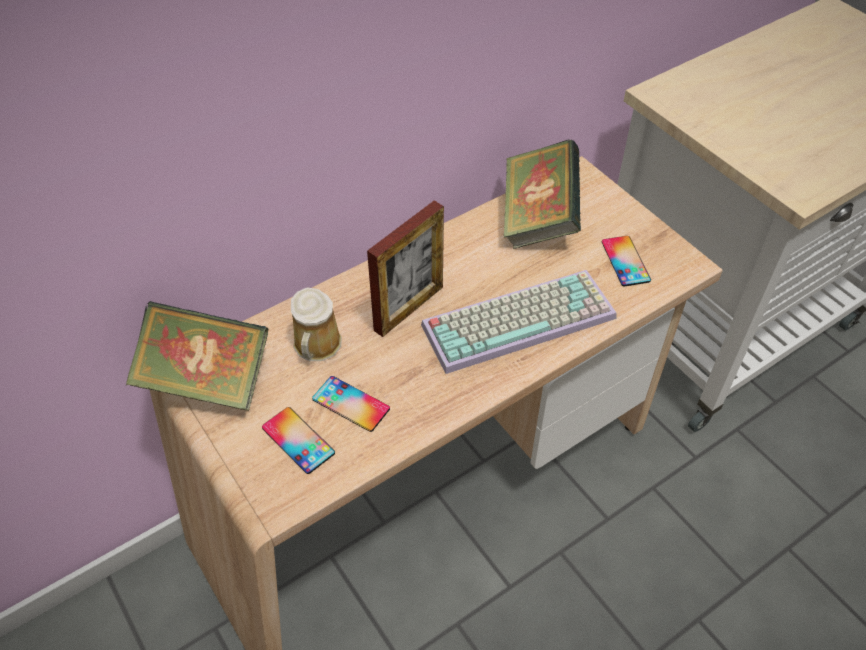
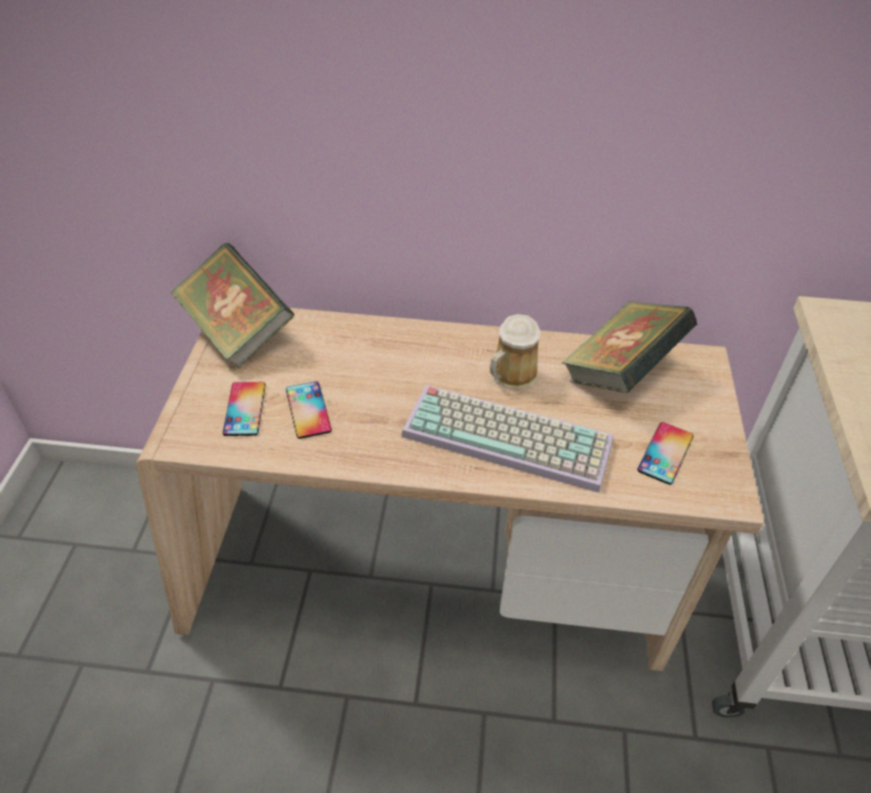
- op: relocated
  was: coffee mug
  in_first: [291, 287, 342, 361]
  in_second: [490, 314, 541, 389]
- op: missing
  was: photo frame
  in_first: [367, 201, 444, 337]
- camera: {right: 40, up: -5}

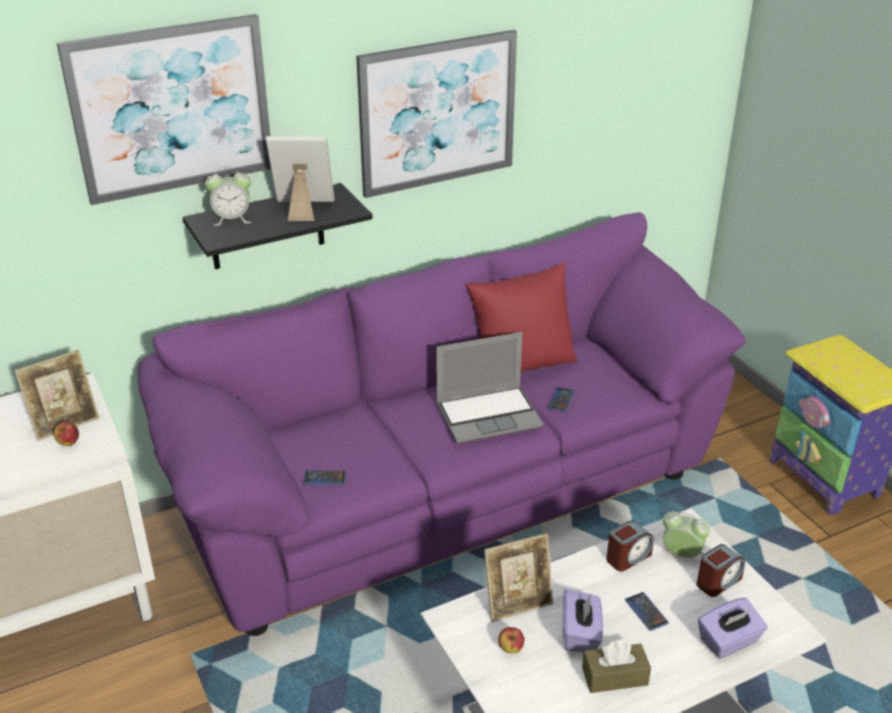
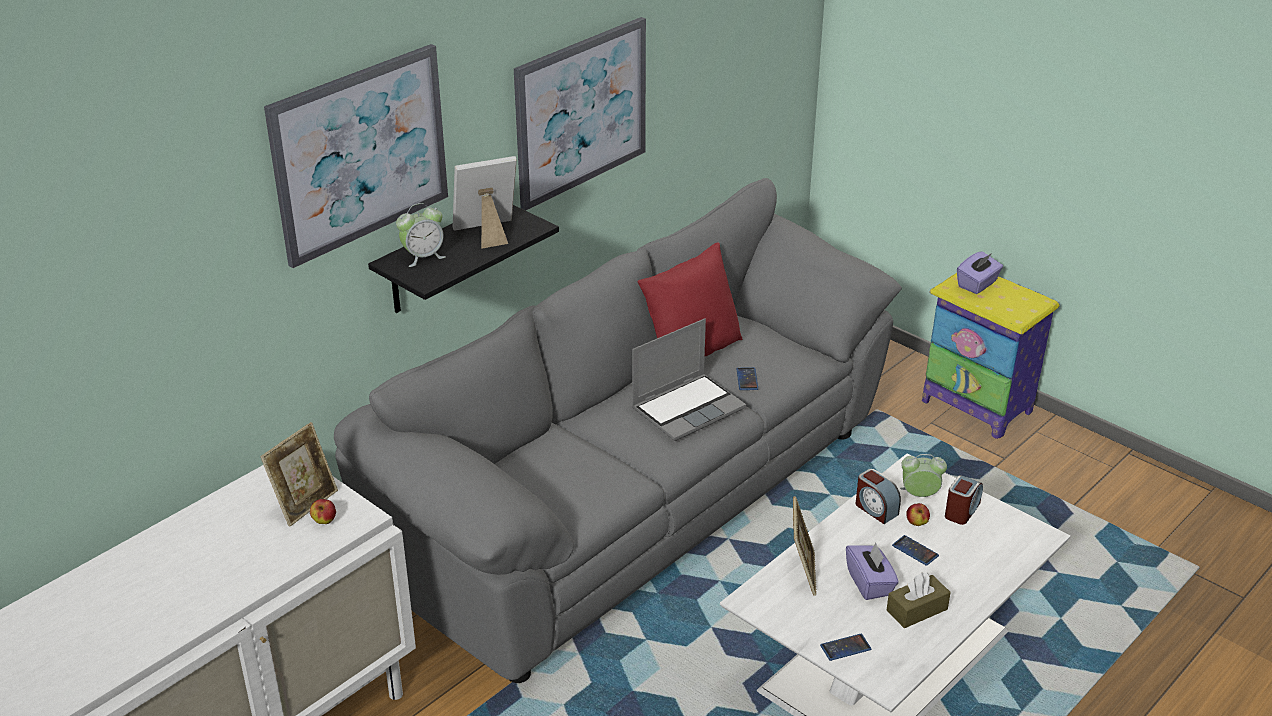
- op: colour
  was: purple-coloured settee
  now: greyish settee
  in_first: [137, 212, 746, 636]
  in_second: [334, 178, 902, 683]
- op: relocated
  was: handset
  in_first: [303, 470, 346, 485]
  in_second: [820, 634, 872, 661]
- op: spun
  was: photo frame
  in_first: [484, 533, 553, 622]
  in_second: [793, 496, 817, 596]
  clockwise: -45
- op: relocated
  was: whole apple
  in_first: [498, 627, 524, 653]
  in_second: [906, 503, 930, 526]
- op: spun
  was: bedside clock
  in_first: [606, 521, 654, 572]
  in_second: [855, 469, 901, 524]
  clockwise: 105
- op: relocated
  was: purple-coloured box of tissues
  in_first: [698, 598, 767, 659]
  in_second: [957, 251, 1003, 294]
- camera: {right: -20, up: 0}

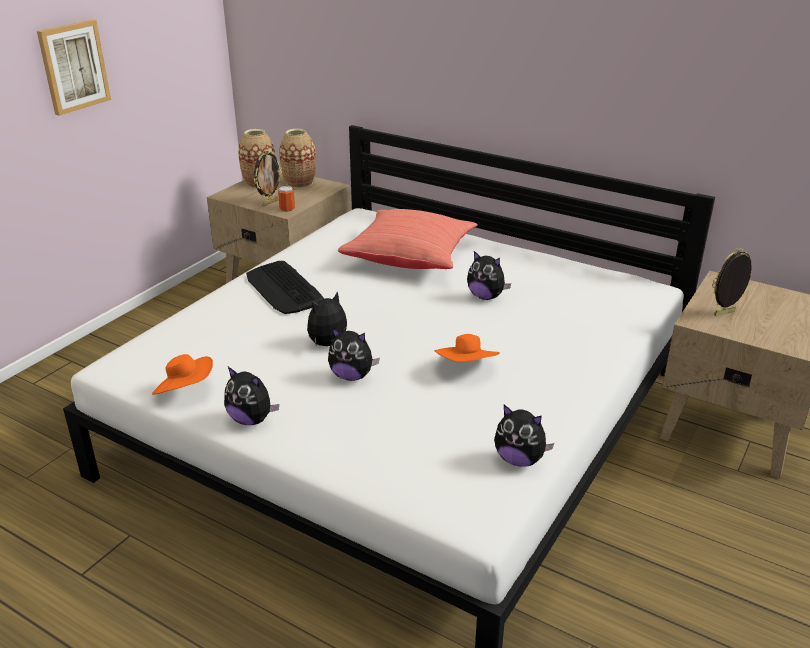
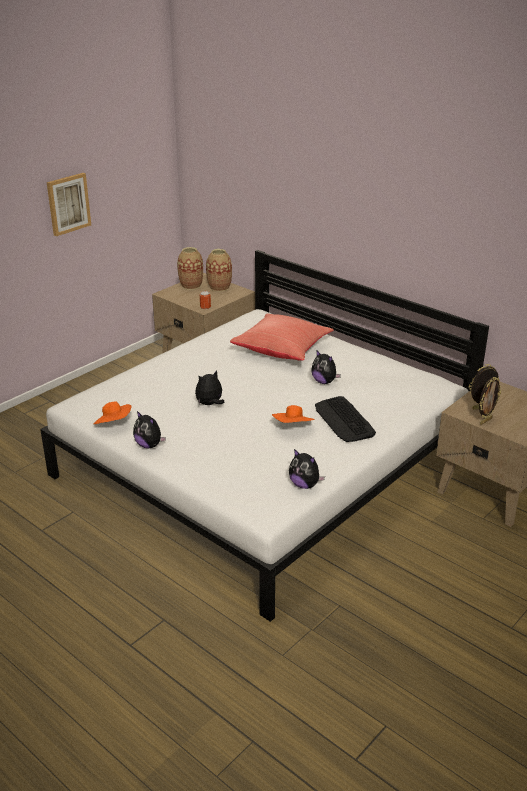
- op: relocated
  was: keyboard
  in_first: [246, 261, 324, 314]
  in_second: [315, 396, 376, 442]
- op: relocated
  was: photo frame
  in_first: [254, 149, 282, 206]
  in_second: [479, 377, 501, 425]
- op: missing
  was: soft toy
  in_first: [328, 327, 380, 381]
- camera: {right: 10, up: 0}

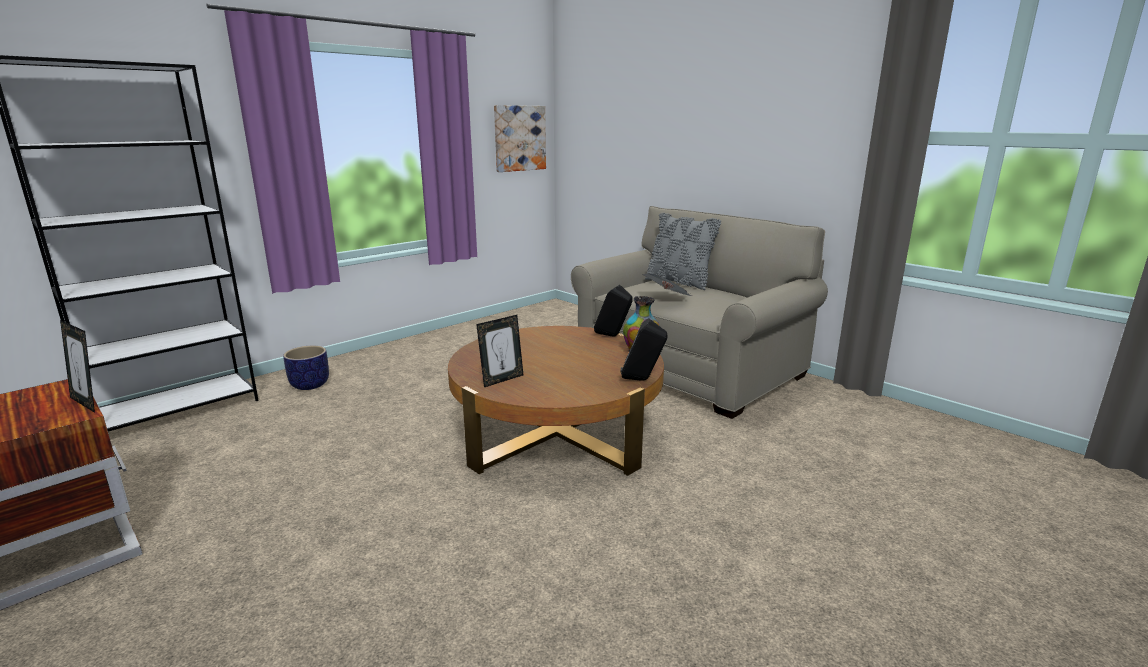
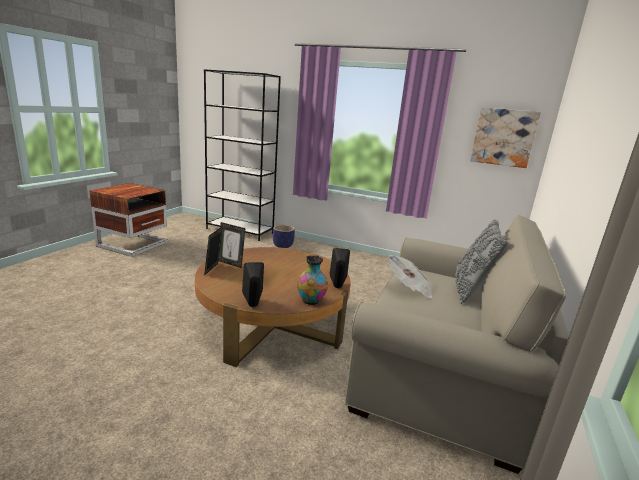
- op: relocated
  was: photo frame
  in_first: [60, 320, 95, 413]
  in_second: [204, 226, 223, 276]
- camera: {right: 65, up: 0}

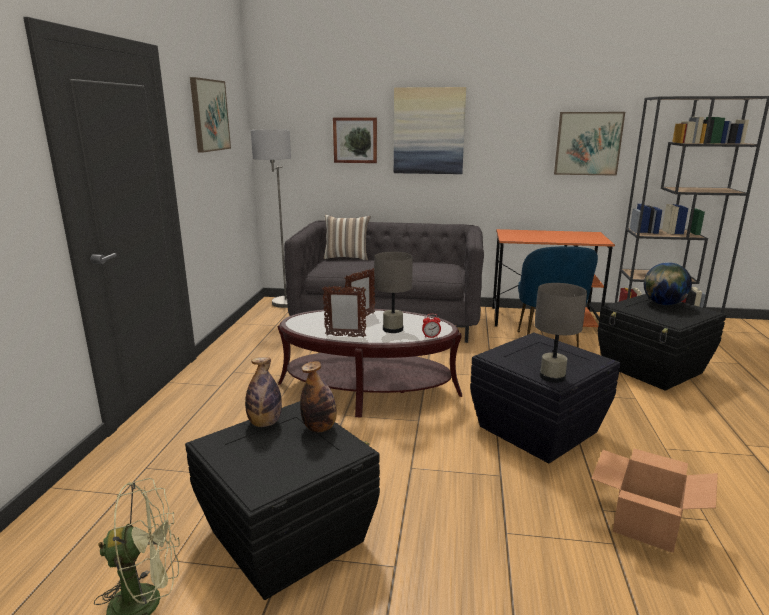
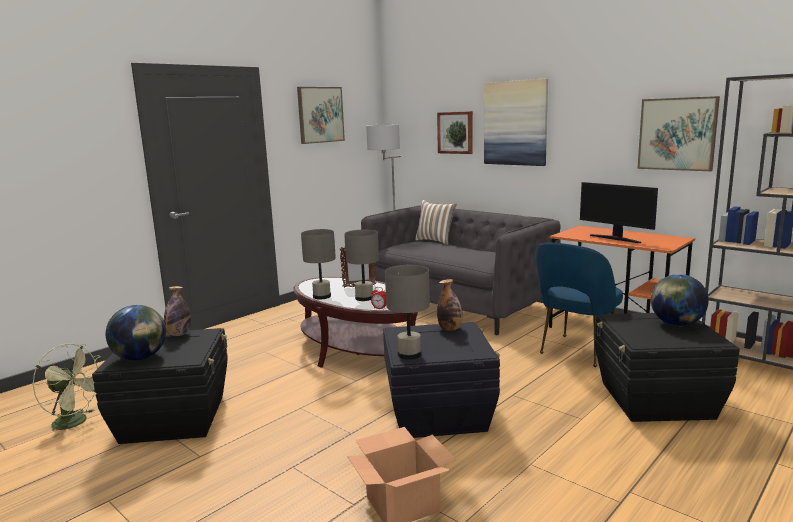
- op: relocated
  was: bottle
  in_first: [300, 361, 337, 432]
  in_second: [437, 279, 463, 330]
- op: exchanged
  was: photo frame
  now: greyish table lamp
  in_first: [322, 286, 366, 338]
  in_second: [301, 229, 336, 299]
- op: appeared
  now: world globe
  in_second: [106, 305, 166, 360]
- op: appeared
  now: monitor
  in_second: [580, 182, 658, 243]
- camera: {right: 35, up: -5}

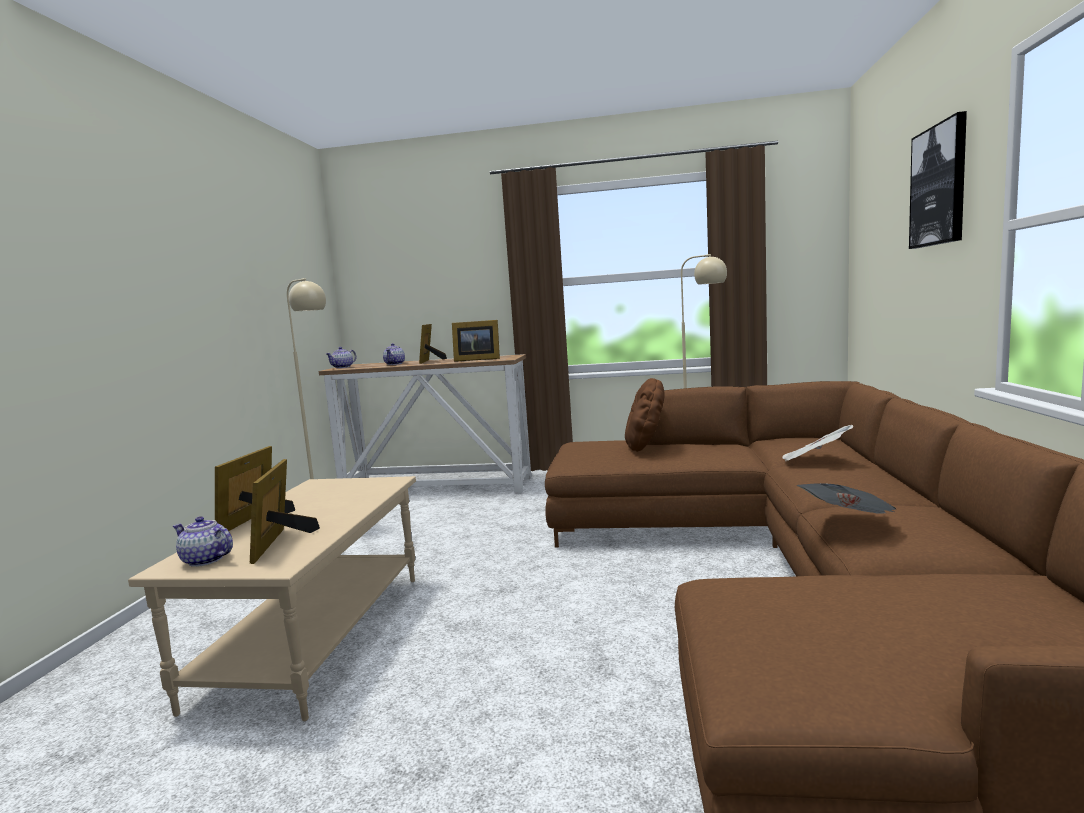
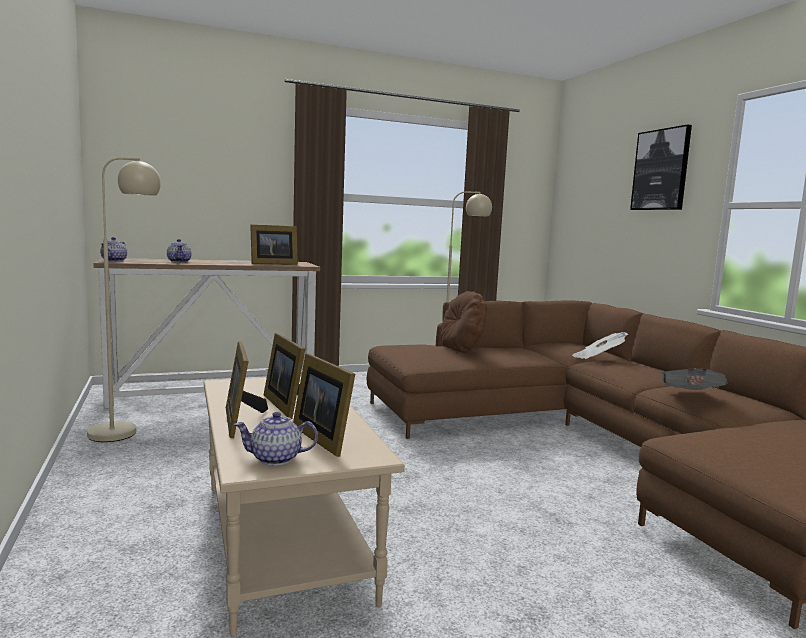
- op: relocated
  was: photo frame
  in_first: [419, 324, 447, 364]
  in_second: [264, 333, 305, 419]
- camera: {right: -30, up: 0}

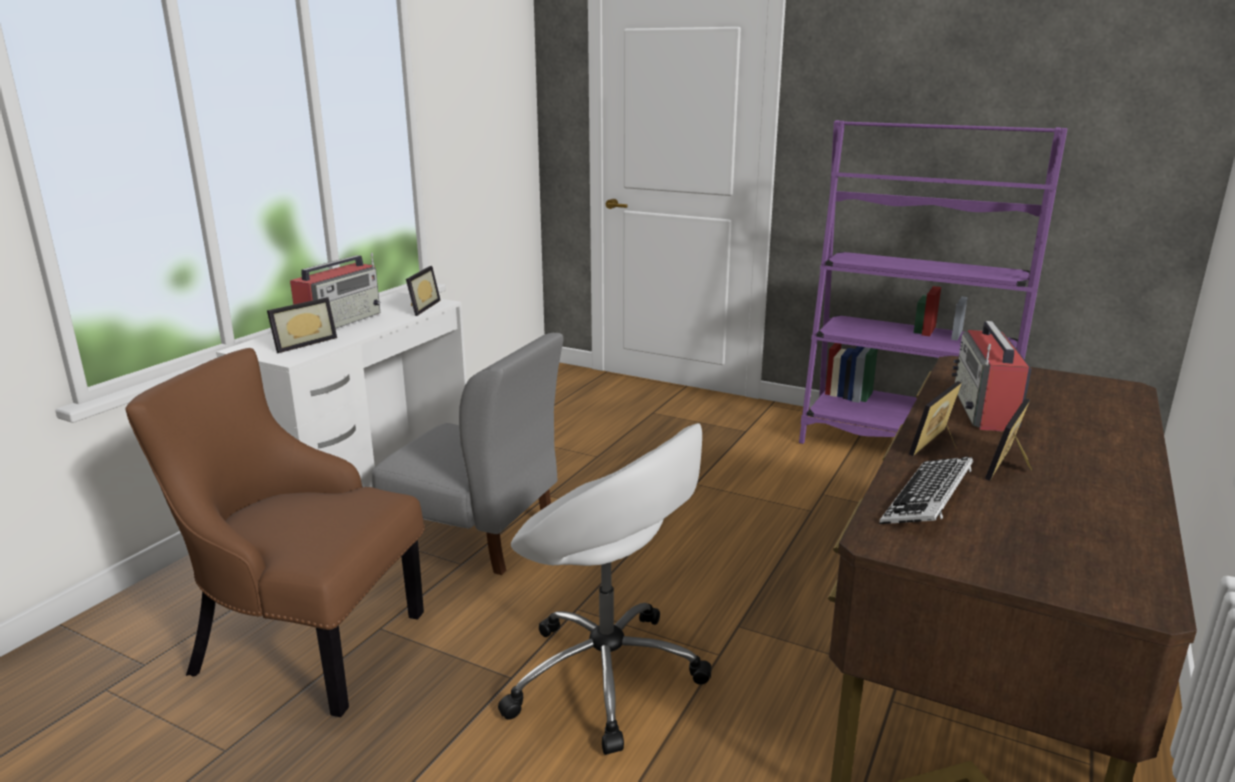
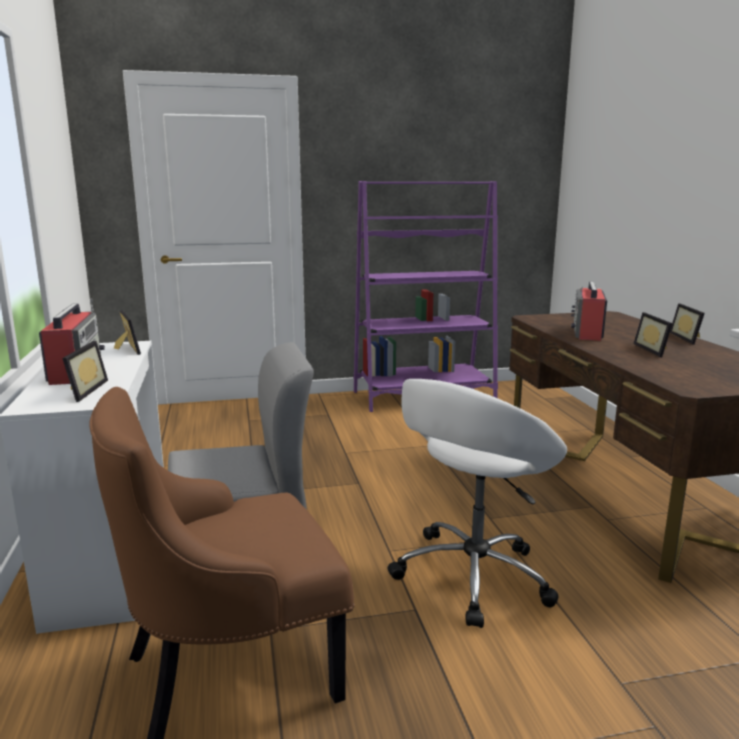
- op: spun
  was: white-coloured computer chair
  in_first: [498, 423, 712, 755]
  in_second: [388, 379, 567, 628]
  clockwise: 135
- op: missing
  was: keyboard
  in_first: [879, 457, 973, 524]
- op: relocated
  was: photo frame
  in_first: [909, 381, 962, 456]
  in_second: [670, 303, 705, 345]
- op: spun
  was: radio set
  in_first: [952, 321, 1031, 432]
  in_second: [571, 281, 607, 341]
  clockwise: 45
- camera: {right: -40, up: -5}

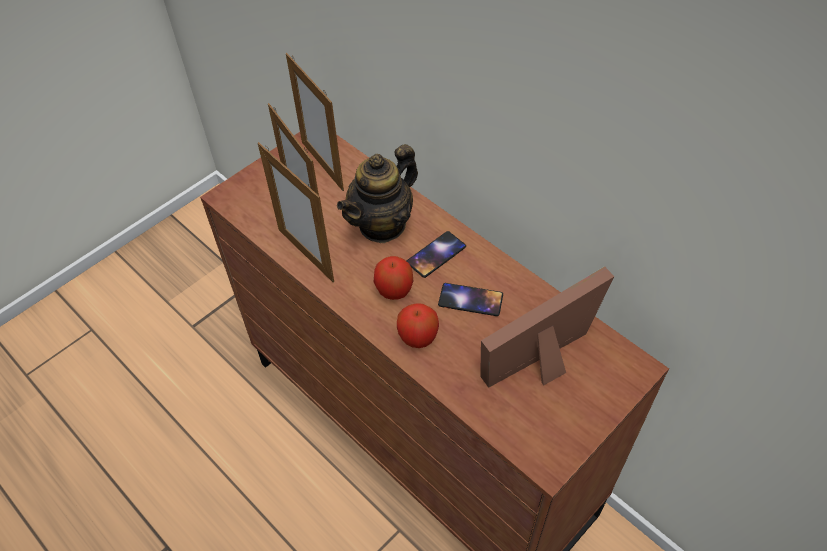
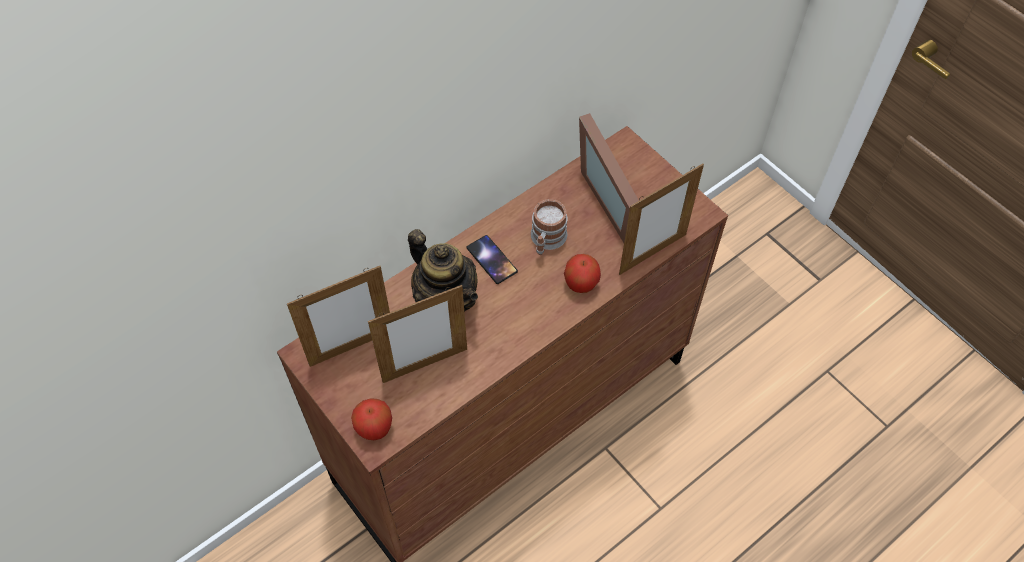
- op: relocated
  was: photo frame
  in_first: [258, 142, 334, 283]
  in_second: [619, 164, 704, 275]
- op: relocated
  was: whole apple
  in_first: [374, 256, 413, 300]
  in_second: [351, 398, 392, 440]
- op: exchanged
  was: handset
  now: coffee mug
  in_first: [438, 283, 503, 316]
  in_second: [531, 199, 567, 255]
- camera: {right: -85, up: 5}

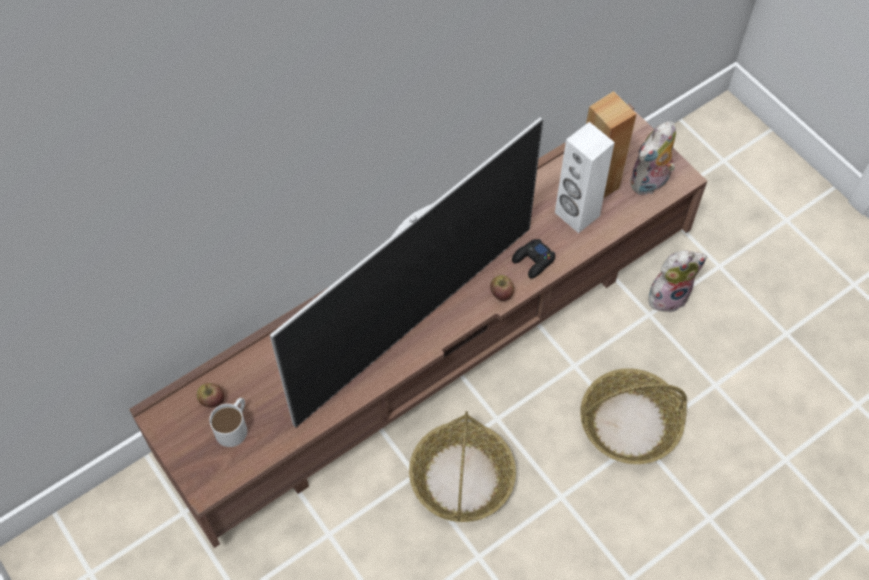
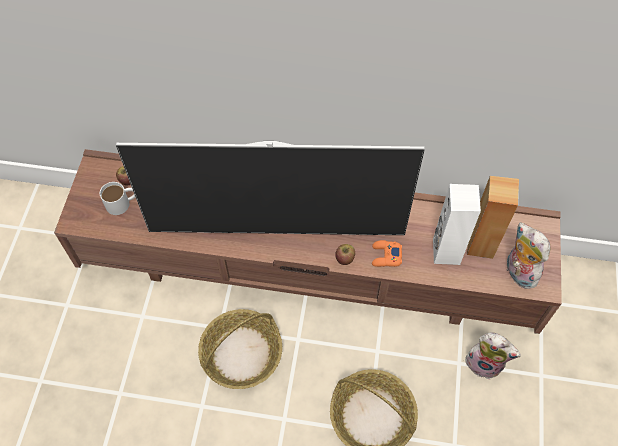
- op: colour
  was: black gamepad
  now: orange-coloured gamepad
  in_first: [512, 239, 555, 279]
  in_second: [372, 240, 402, 267]
- op: spun
  was: soft toy
  in_first: [629, 121, 676, 195]
  in_second: [505, 223, 550, 289]
  clockwise: 60
- camera: {right: 45, up: 0}

